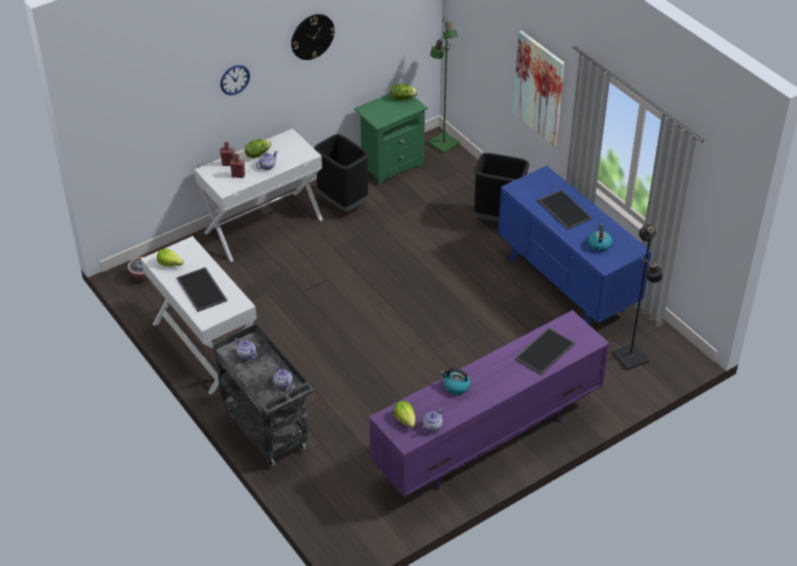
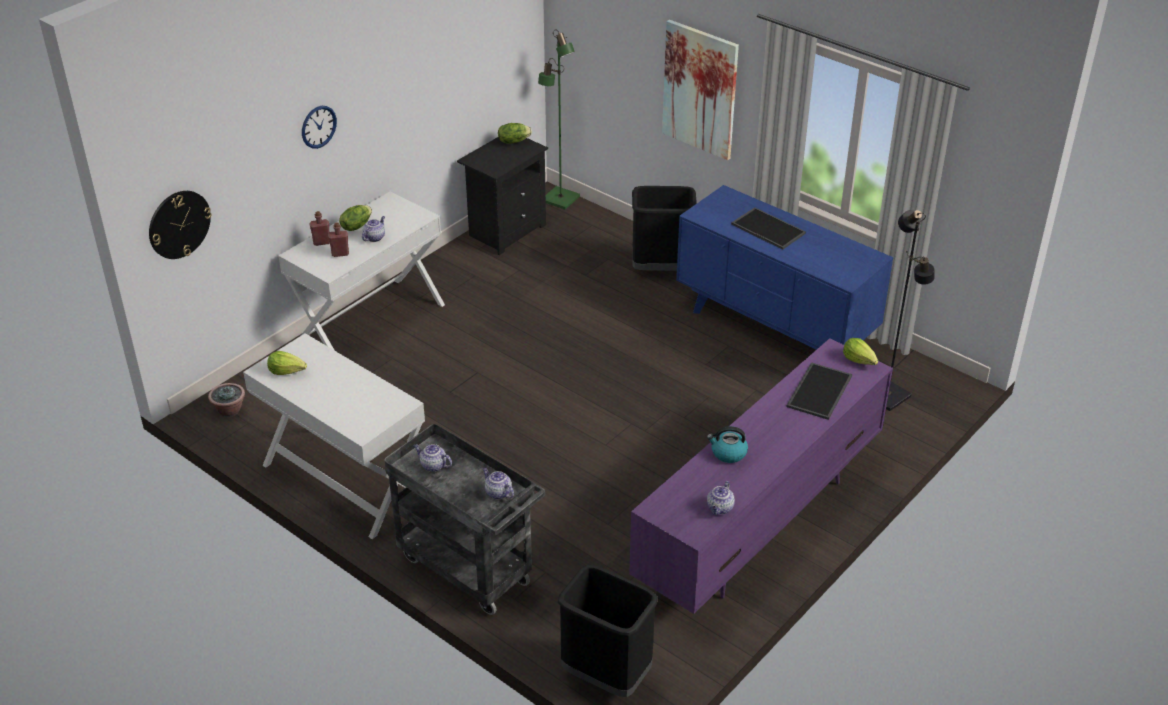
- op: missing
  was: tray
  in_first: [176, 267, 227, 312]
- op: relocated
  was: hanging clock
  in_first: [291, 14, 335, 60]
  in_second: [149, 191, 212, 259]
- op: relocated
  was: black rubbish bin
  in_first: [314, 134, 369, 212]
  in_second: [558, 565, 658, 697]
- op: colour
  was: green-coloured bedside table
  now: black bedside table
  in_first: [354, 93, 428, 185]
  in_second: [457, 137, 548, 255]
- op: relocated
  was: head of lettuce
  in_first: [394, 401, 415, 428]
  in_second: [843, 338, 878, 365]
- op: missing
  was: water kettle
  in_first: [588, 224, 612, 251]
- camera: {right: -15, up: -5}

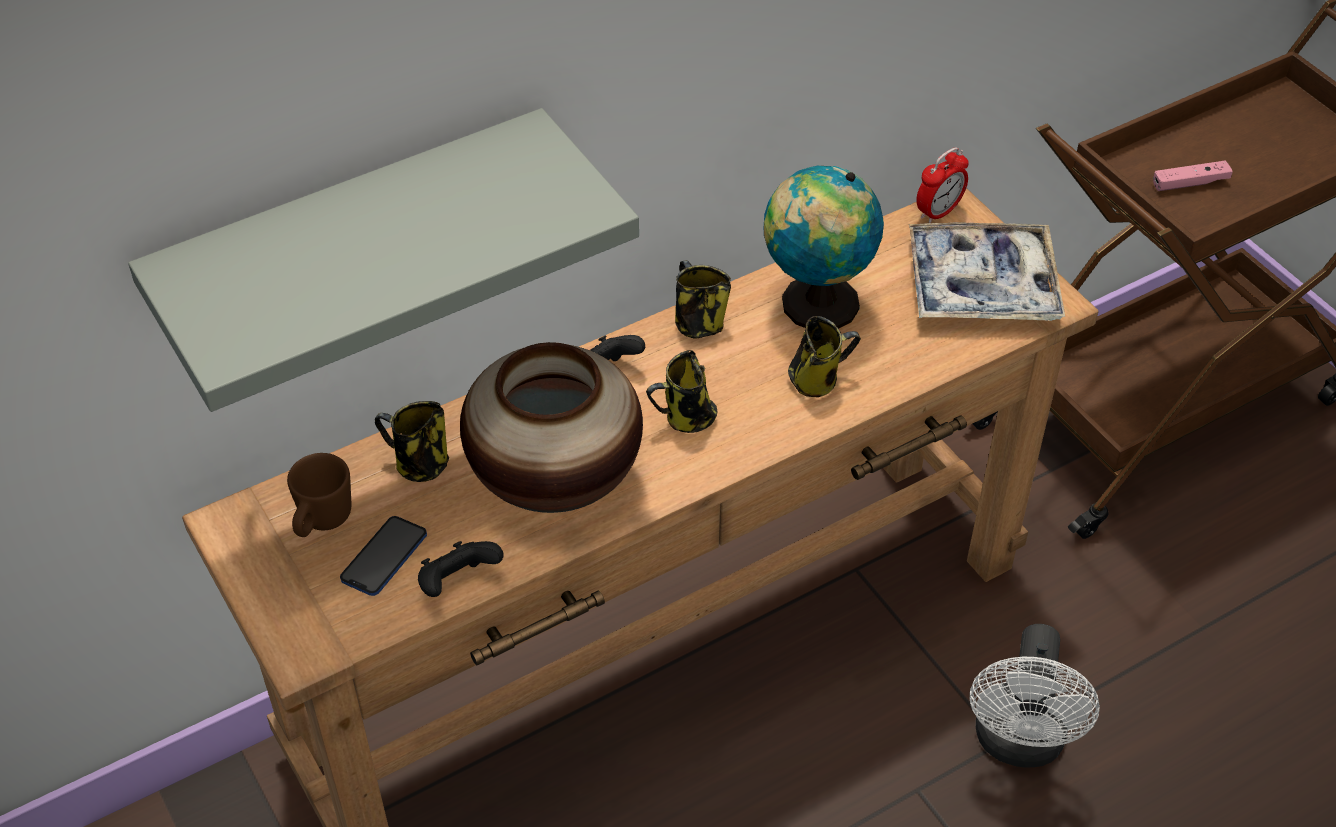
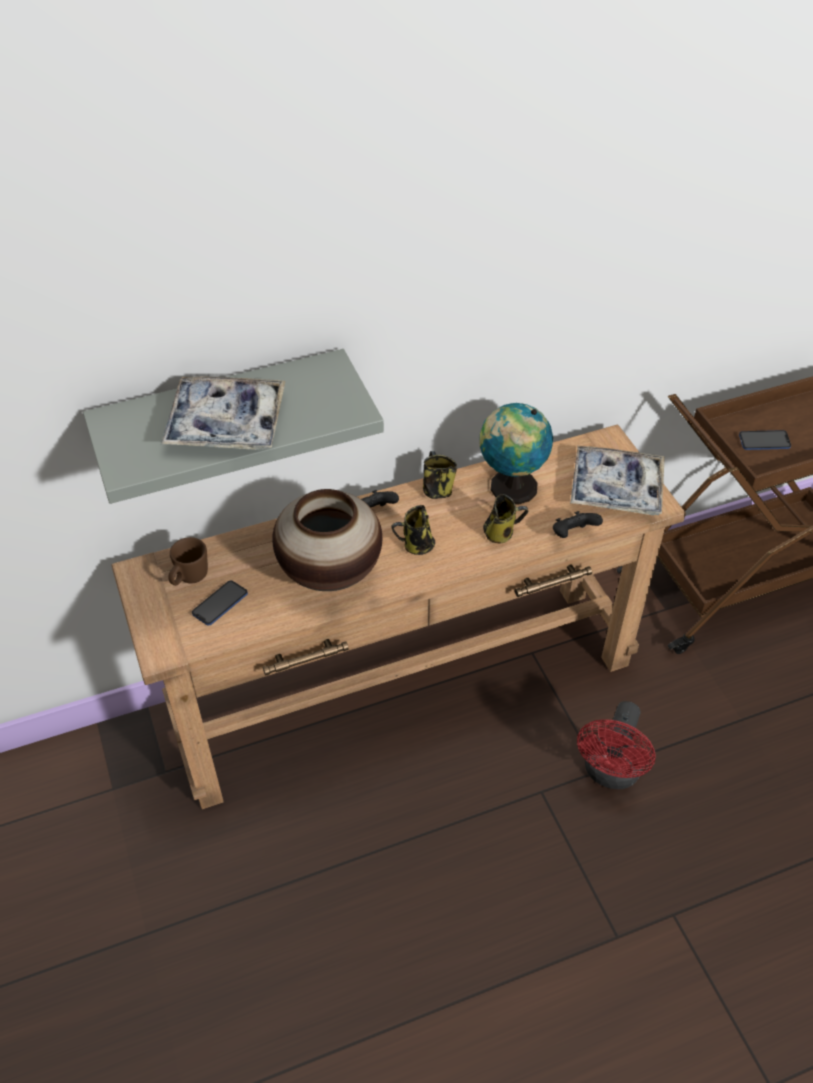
- op: missing
  was: coffee mug
  in_first: [375, 401, 449, 482]
- op: relocated
  was: black gamepad
  in_first: [418, 541, 503, 597]
  in_second: [553, 511, 603, 538]
- op: missing
  was: bedside clock
  in_first: [916, 147, 969, 223]
- op: colour
  was: white-coloured fan
  now: red fan
  in_first: [970, 624, 1100, 768]
  in_second: [577, 701, 656, 789]
- op: exchanged
  was: pinkish gamepad
  now: handset
  in_first: [1153, 160, 1233, 191]
  in_second: [739, 430, 791, 450]
- op: appeared
  now: tray
  in_second: [161, 376, 285, 450]
- camera: {right: 10, up: 0}

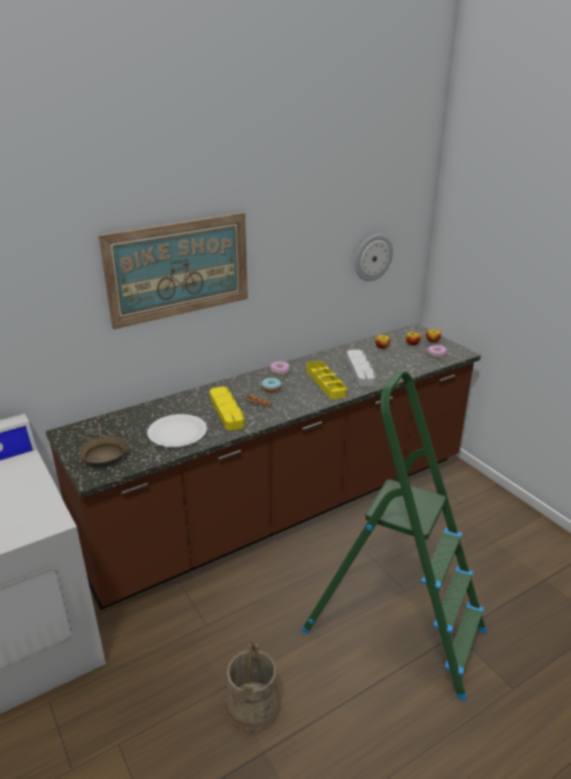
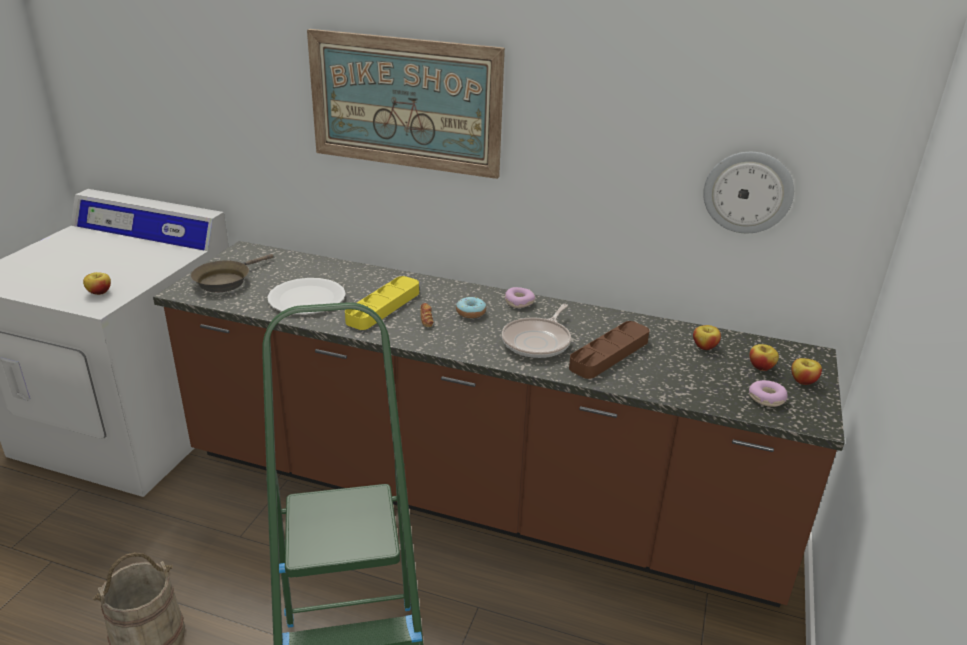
- op: exchanged
  was: yellowish tray
  now: pan
  in_first: [307, 361, 347, 399]
  in_second: [502, 304, 571, 358]
- op: colour
  was: greyish tray
  now: brown tray
  in_first: [347, 350, 376, 387]
  in_second: [569, 321, 650, 379]
- op: appeared
  now: whole apple
  in_second: [83, 272, 111, 295]
- camera: {right: 50, up: 0}

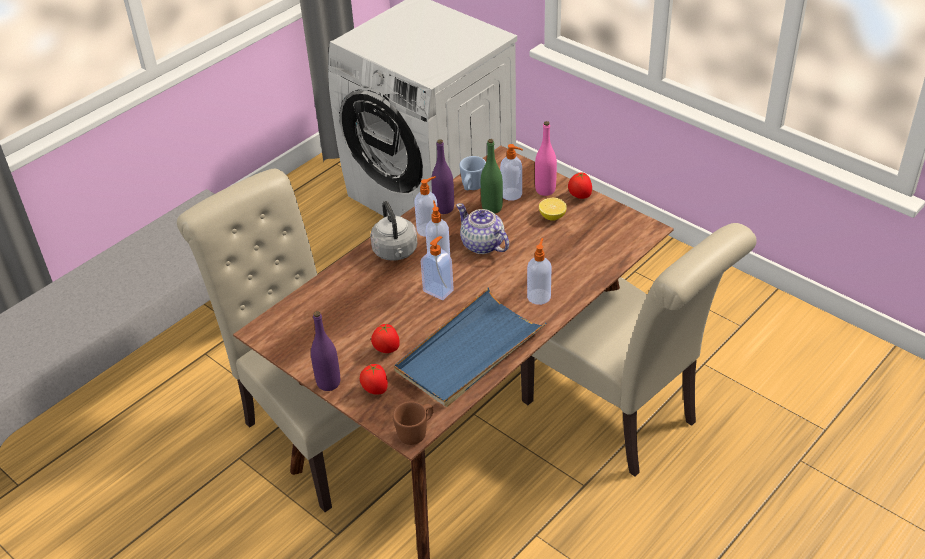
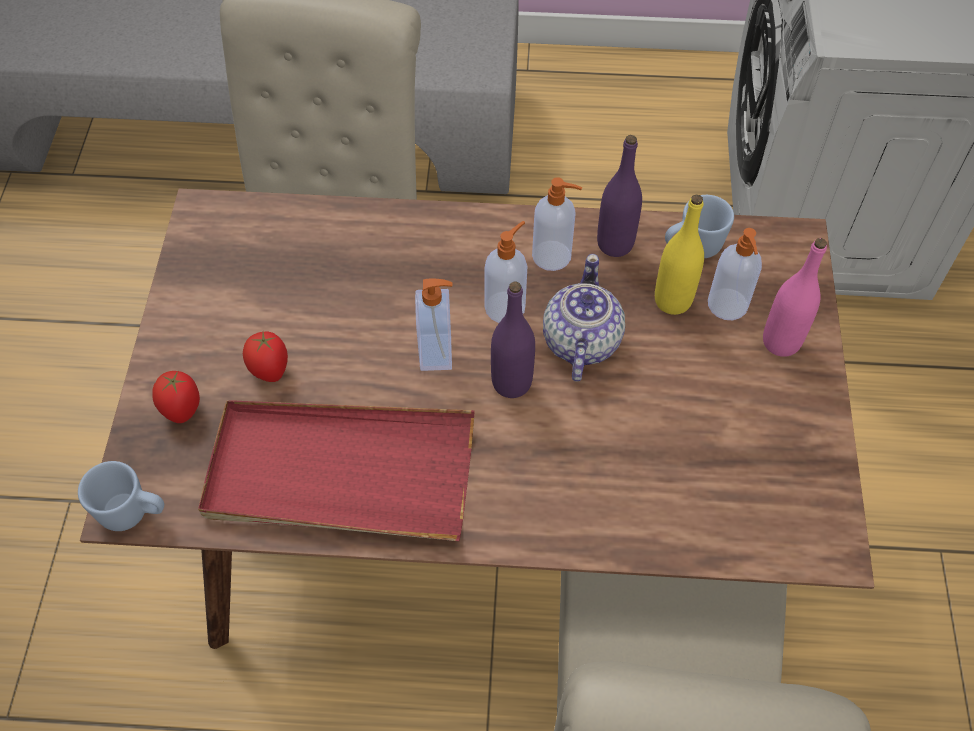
- op: relocated
  was: purple-coloured bottle
  in_first: [311, 311, 340, 391]
  in_second: [491, 281, 535, 398]
- op: missing
  was: greyish water kettle
  in_first: [370, 201, 417, 261]
- op: colour
  was: brown coffee mug
  now: blue coffee mug
  in_first: [393, 401, 434, 445]
  in_second: [78, 461, 164, 531]
- op: colour
  was: blue tray
  now: red tray
  in_first: [394, 288, 546, 407]
  in_second: [198, 400, 474, 541]
- op: colour
  was: green-coloured bottle
  now: yellowish bottle
  in_first: [481, 139, 503, 214]
  in_second: [655, 194, 704, 315]
- op: missing
  was: liquid soap bottle
  in_first: [527, 238, 551, 305]
- op: missing
  was: lemon
  in_first: [539, 198, 567, 221]
- op: missing
  was: fresh tomato
  in_first: [568, 172, 592, 199]
- camera: {right: 50, up: 15}

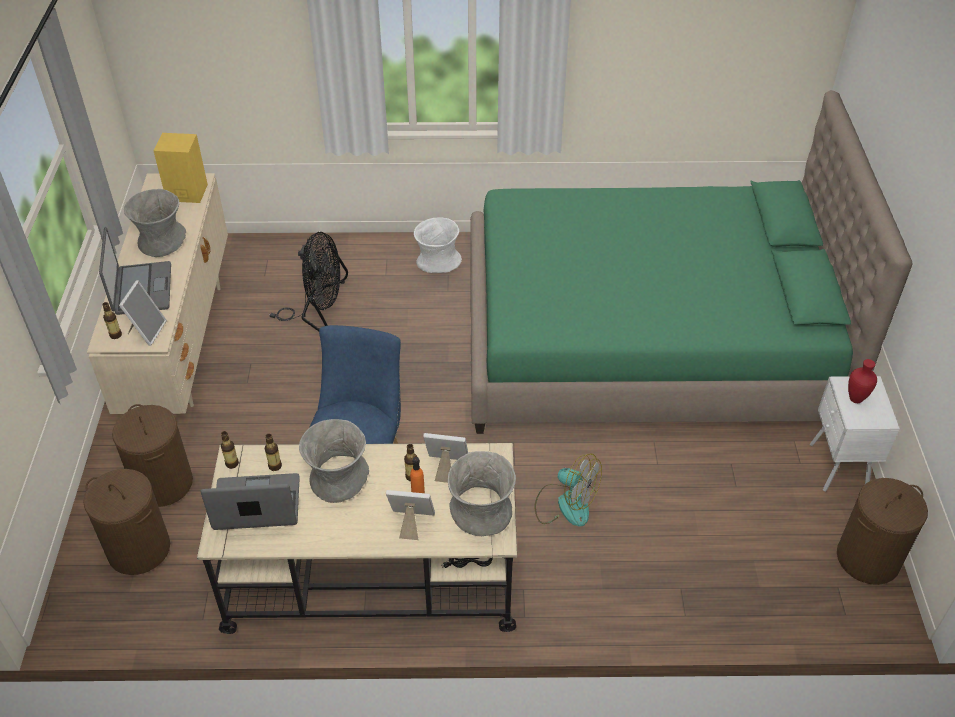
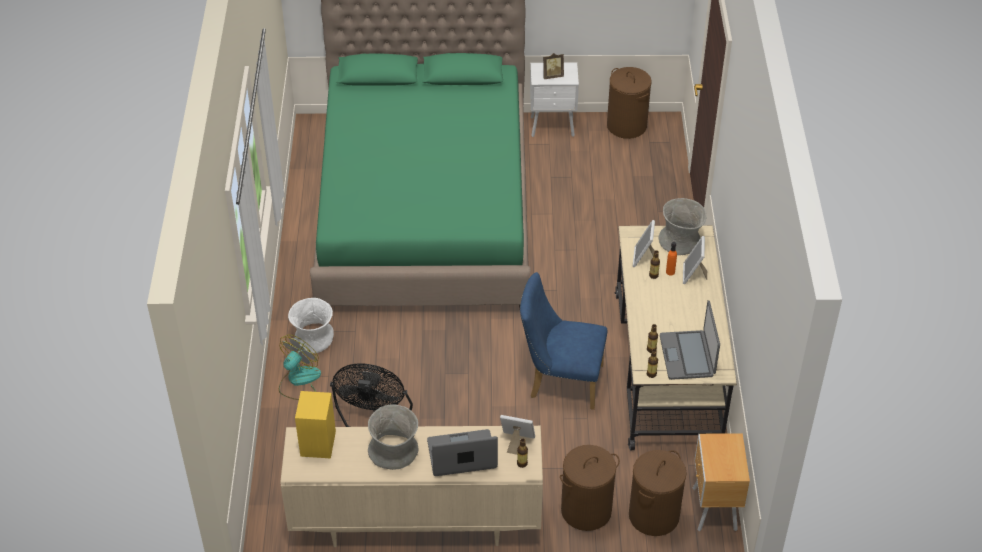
- op: missing
  was: greyish decorative vase
  in_first: [299, 419, 369, 503]
- op: relocated
  was: fan
  in_first: [534, 453, 602, 527]
  in_second: [279, 335, 321, 400]
- op: exchanged
  was: red decorative vase
  now: photo frame
  in_first: [848, 359, 877, 403]
  in_second: [543, 53, 564, 79]
- op: appeared
  now: brown bedside table
  in_second: [692, 433, 750, 532]
- camera: {right: -90, up: 0}

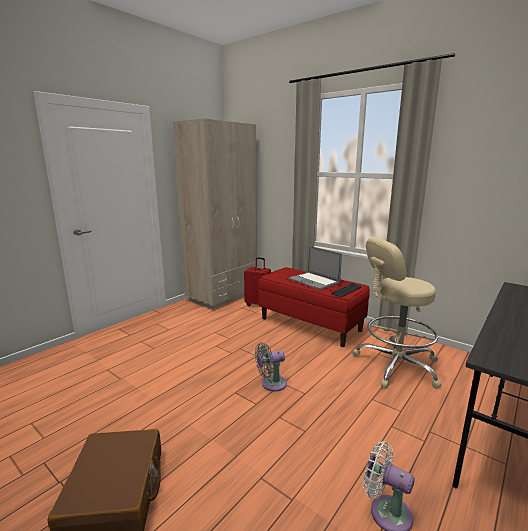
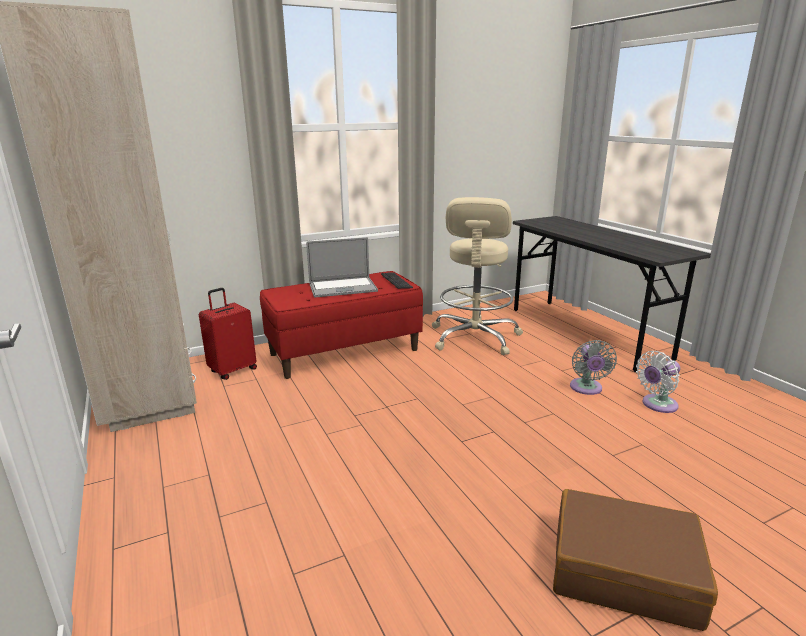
- op: relocated
  was: greyish fan
  in_first: [255, 342, 287, 392]
  in_second: [570, 340, 617, 395]
- camera: {right: -65, up: 5}

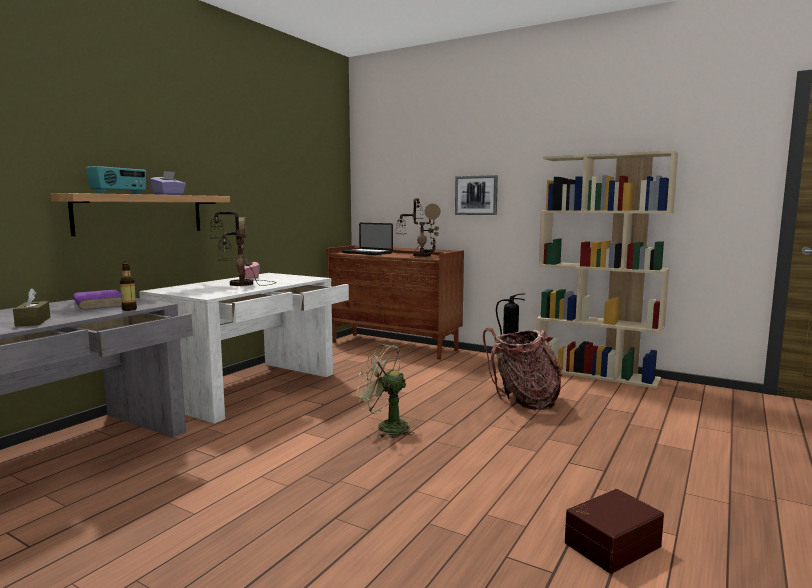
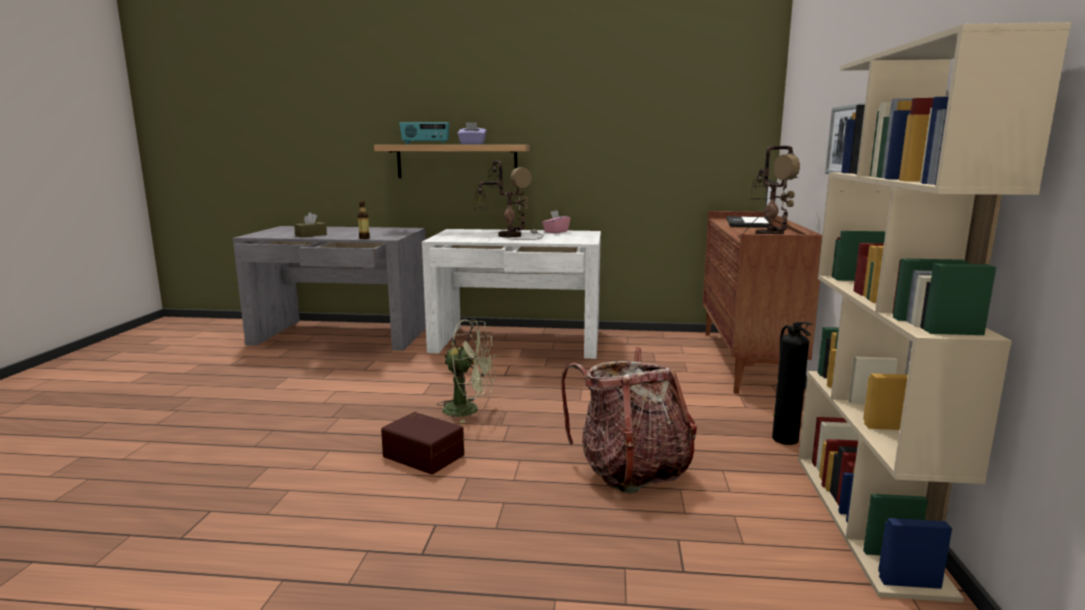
- op: missing
  was: purple-coloured book
  in_first: [73, 290, 122, 310]
- op: spun
  was: green-coloured fan
  in_first: [356, 343, 415, 438]
  in_second: [437, 320, 497, 423]
  clockwise: 105
- op: relocated
  was: brown storage container
  in_first: [565, 489, 664, 574]
  in_second: [381, 412, 464, 475]
- camera: {right: 65, up: 5}

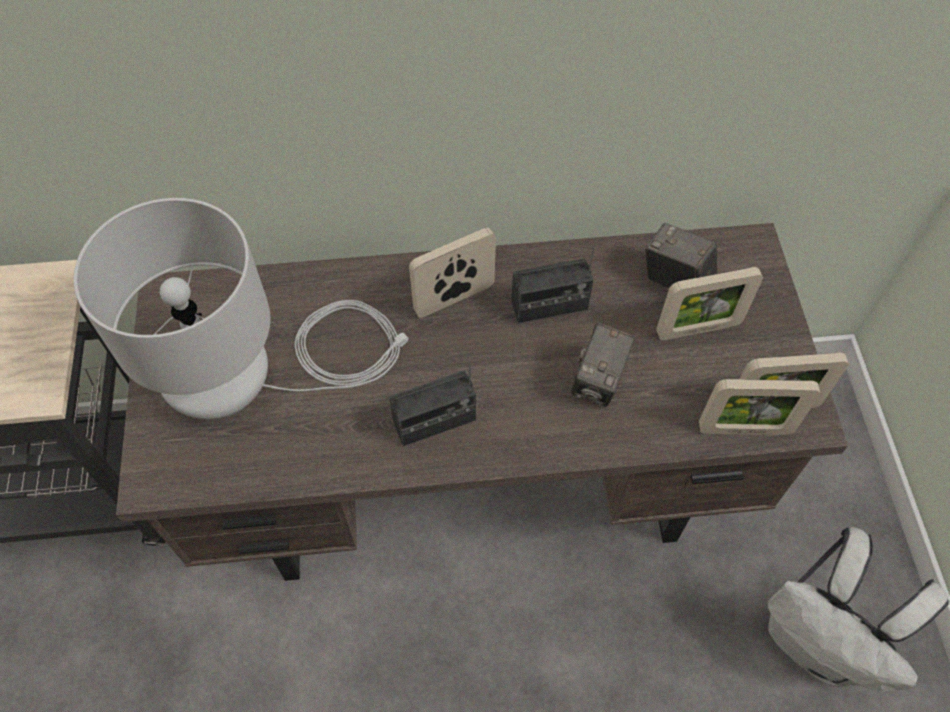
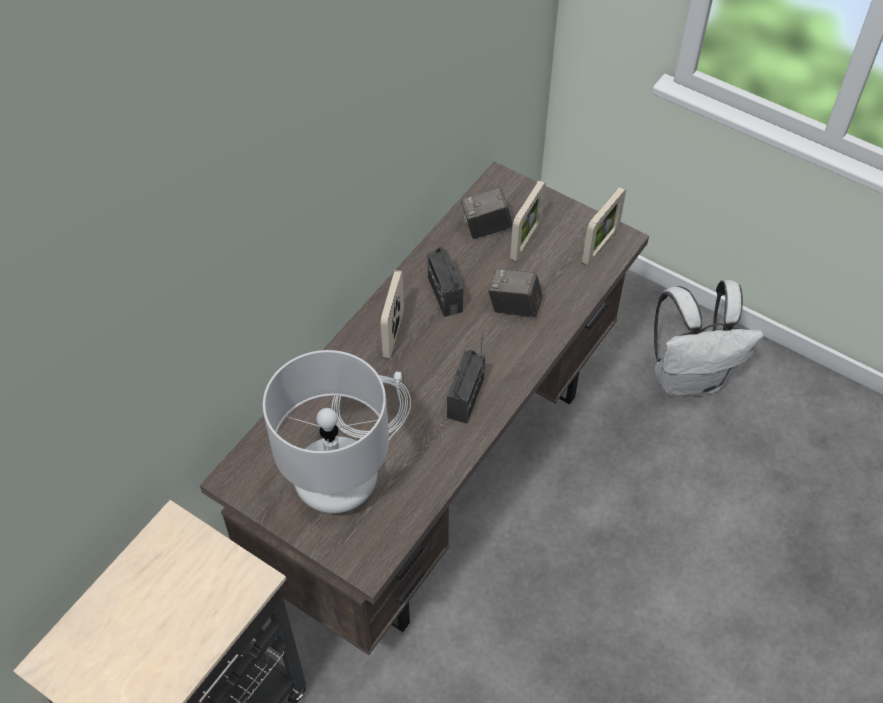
- op: spun
  was: radio set
  in_first: [511, 240, 595, 323]
  in_second: [427, 247, 464, 317]
  clockwise: 135
- op: spun
  was: photo camera
  in_first: [571, 323, 635, 407]
  in_second: [488, 269, 543, 318]
  clockwise: 135
- op: missing
  was: photo frame
  in_first: [699, 379, 820, 435]
- camera: {right: -50, up: -5}

